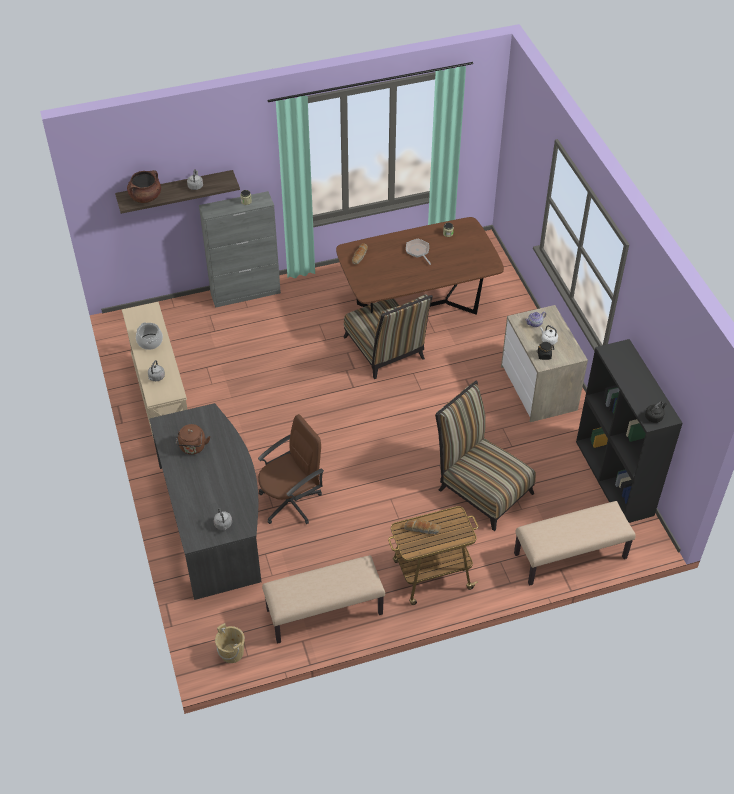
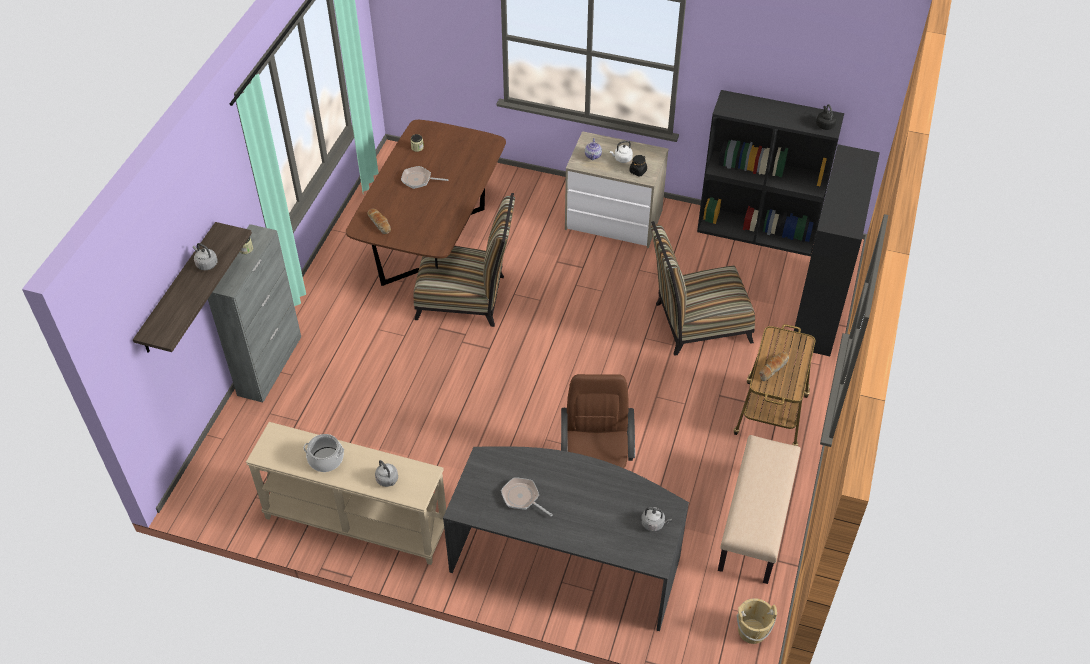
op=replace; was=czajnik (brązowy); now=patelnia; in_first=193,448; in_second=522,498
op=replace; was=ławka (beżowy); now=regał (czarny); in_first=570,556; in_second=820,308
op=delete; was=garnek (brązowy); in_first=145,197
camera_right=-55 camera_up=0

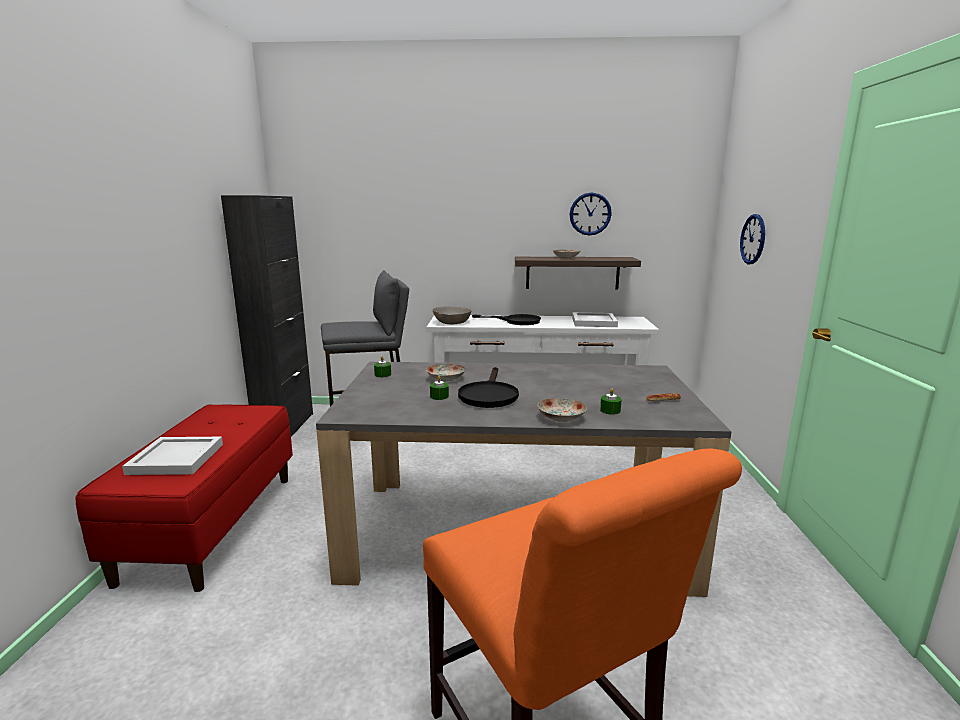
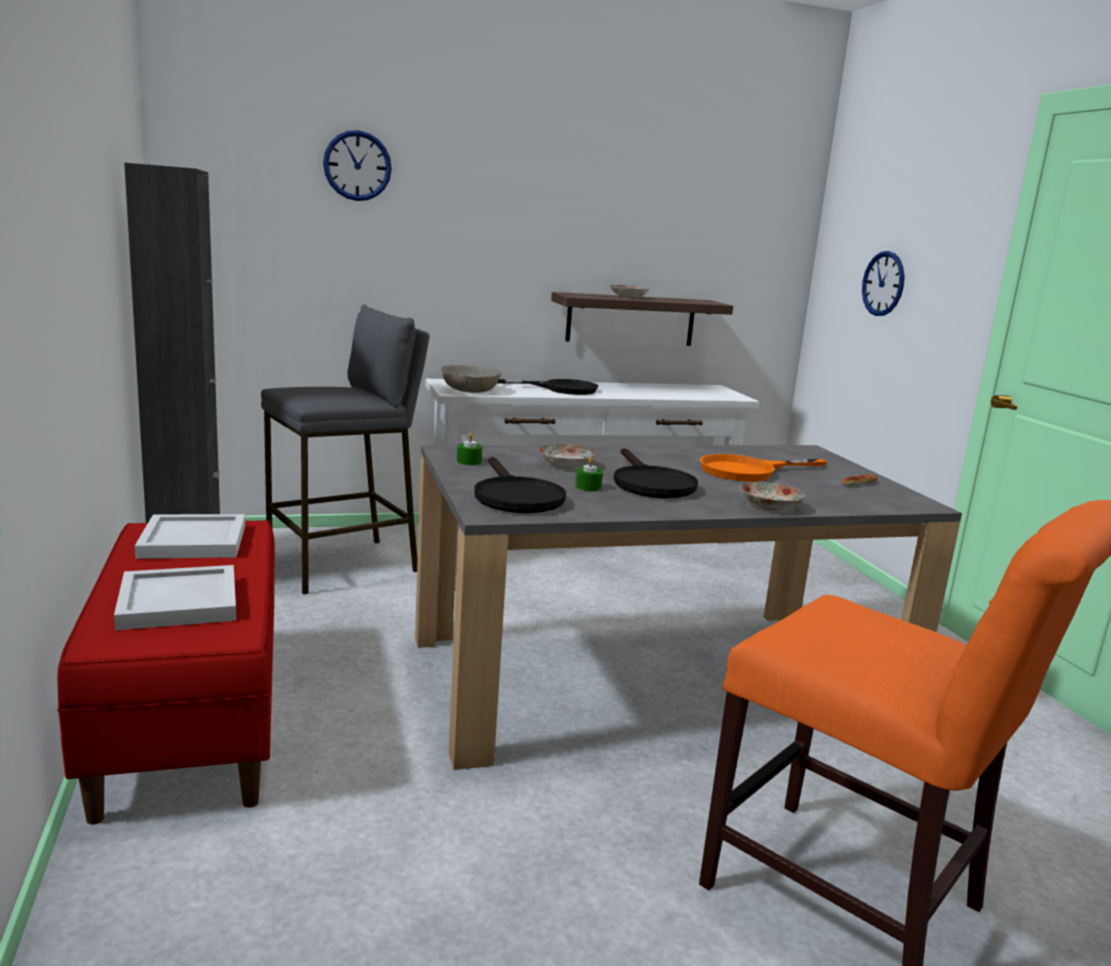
op=move; was=taca (biały); in_first=594,322; in_second=195,540
op=move; was=zegar ścienny; in_first=590,214; in_second=357,166
op=insert; now=patelnia (czarny); in_second=515,496
op=insert; now=patelnia (pomarańczowy); in_second=748,471
op=delete; was=świeca (zielony); in_first=610,410
camera_right=-20 camera_up=0

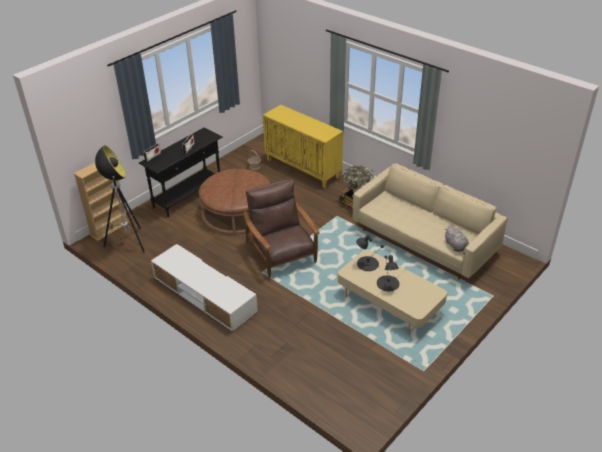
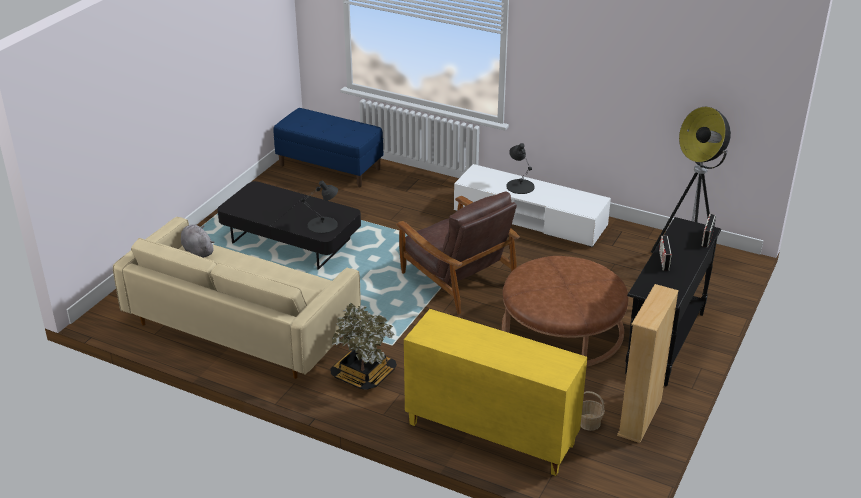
op=recolor; was=ława (beżowy); now=ława (czarny); in_first=389,303; in_second=291,241
op=insert; now=ławka (niebieski); in_second=330,167
op=move; was=lampa stołowa (czarny); in_first=387,283; in_second=520,186
op=move; was=regał (beżowy); in_first=109,229; in_second=640,418
camera_right=165 camera_up=-5

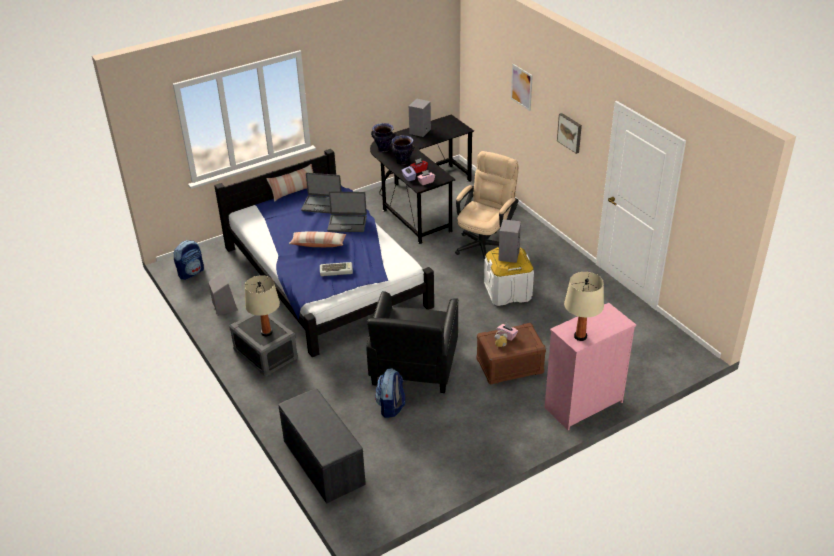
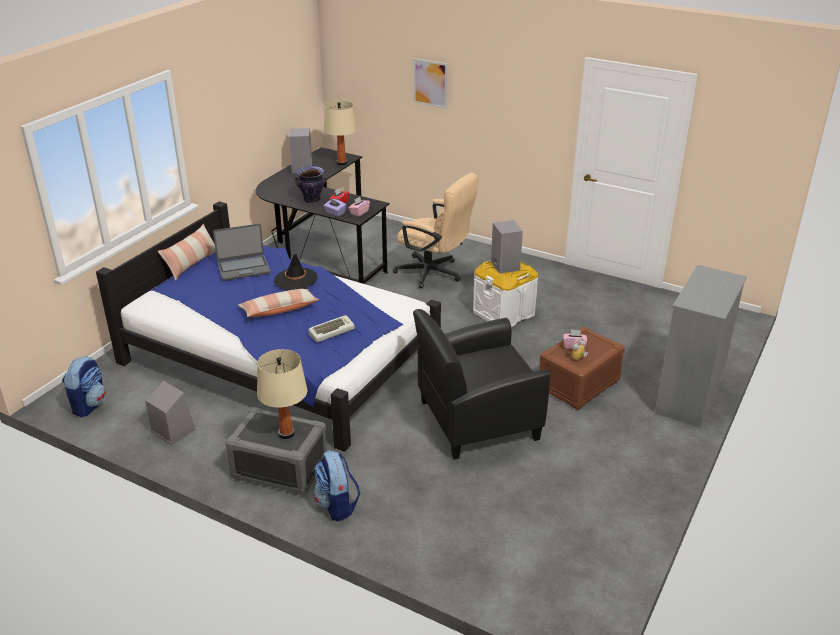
op=replace; was=laptop; now=kapelusz (czarny); in_first=347,223; in_second=295,279
op=move; was=plecak; in_first=391,407; in_second=337,505
op=move; was=lampa stołowa (beżowy); in_first=580,336; in_second=341,163
op=rotate; was=krzesło biurowe (beżowy); in_first=485,243; in_second=434,274; clockwise=120
op=rotate; was=fotel (czarny); in_first=414,366; in_second=476,420; clockwise=90
op=recolor; was=komoda (różowy); now=komoda (szary); in_first=582,405; in_second=688,397
op=delete; was=ławka (szary); in_first=322,462
op=delete; was=wazon; in_first=384,149
op=delete; was=obraz; in_first=570,132
camera_right=-30 camera_up=-5

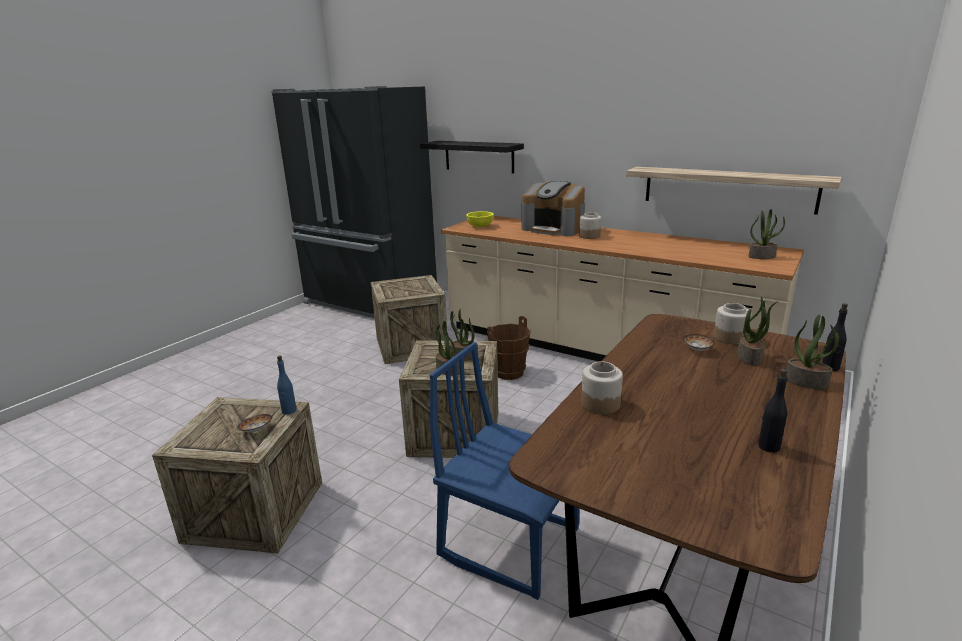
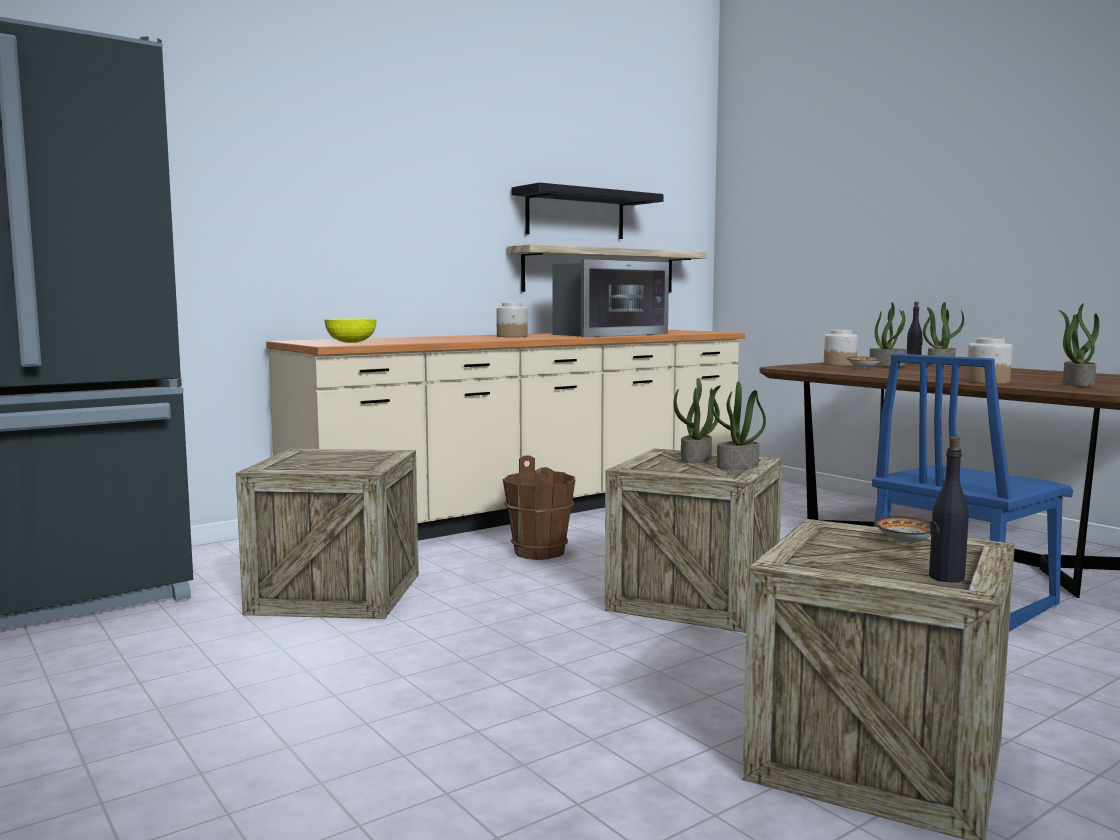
op=move; was=półka (czarny); in_first=479,156; in_second=575,214
op=insert; now=mikrofalówka; in_second=606,334
op=move; was=butelka (czarny); in_first=768,446; in_second=945,577
op=move; was=roślina doniczkowa; in_first=762,256; in_second=1077,384
op=delete; was=butelka (niebieski); in_first=289,411
op=delete; was=ekspres do kawy; in_first=554,229
camera_right=-70 camera_up=-15

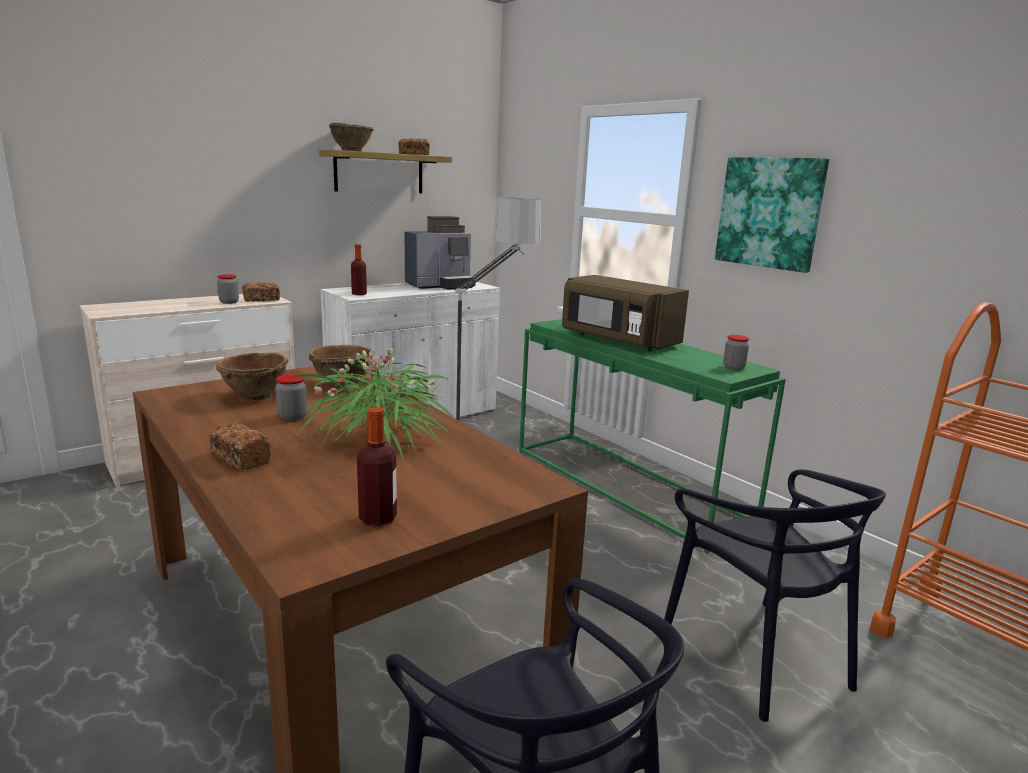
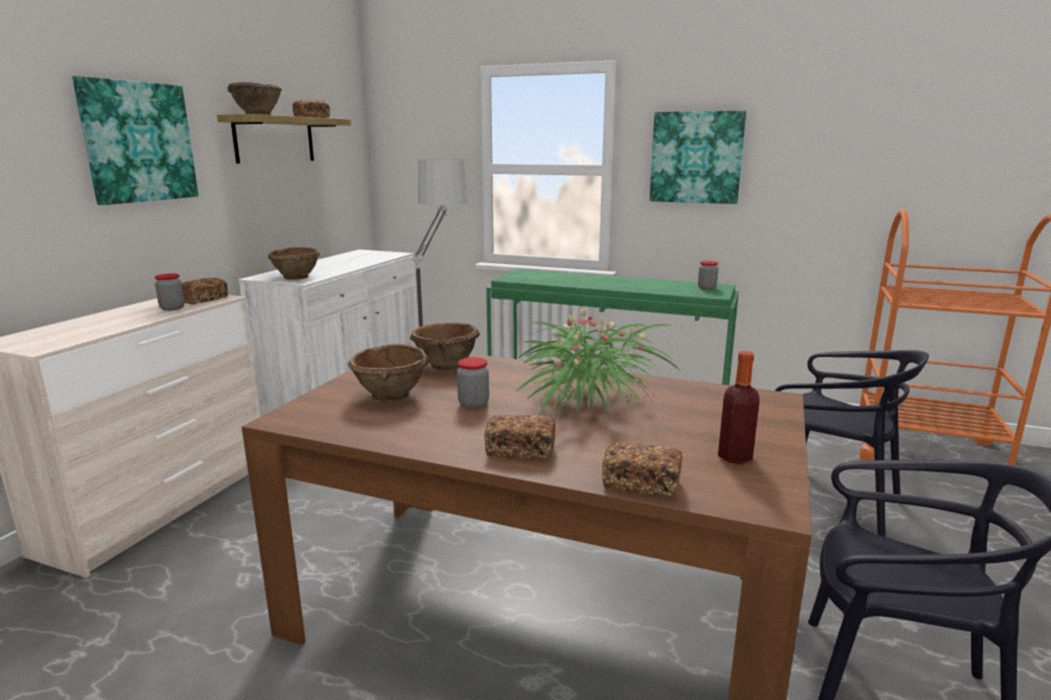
op=insert; now=obraz; in_second=138,142
op=replace; was=butelka; now=miska (brązowy); in_first=359,294; in_second=296,277
op=insert; now=chleb; in_second=641,484
op=delete; was=ekspres do kawy; in_first=441,285
op=delete; was=mikrofalówka (brązowy); in_first=617,340
camera_right=-30 camera_up=0

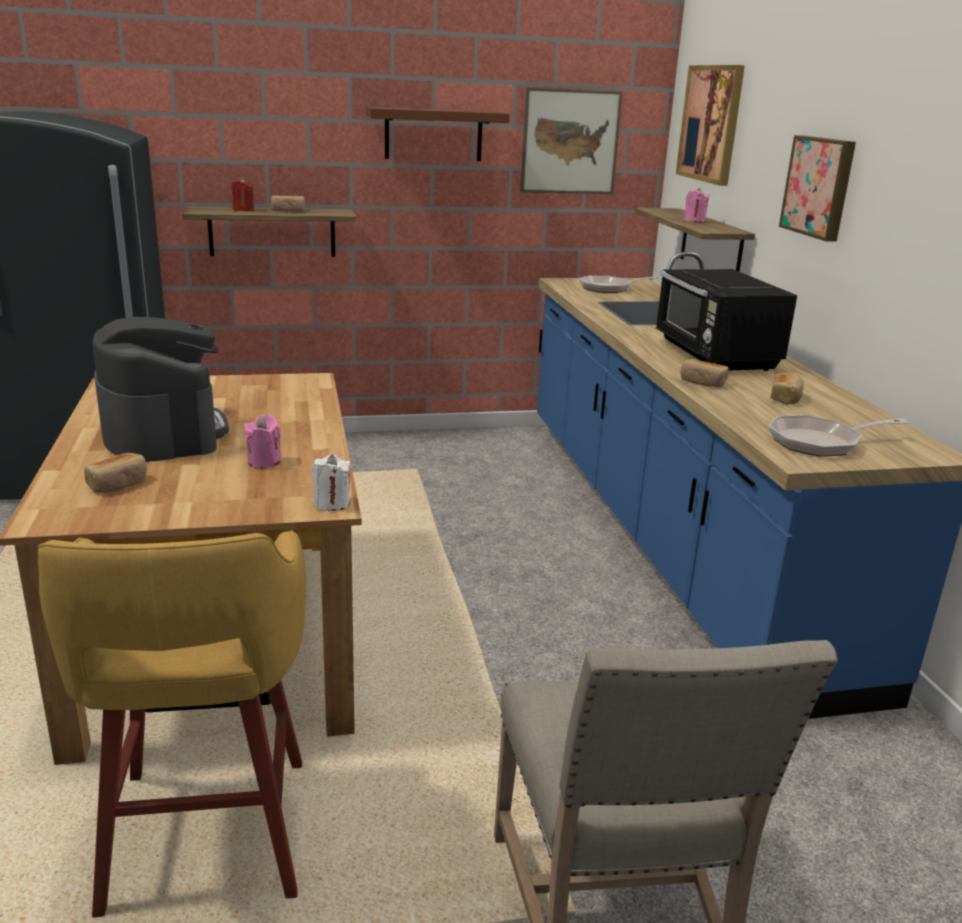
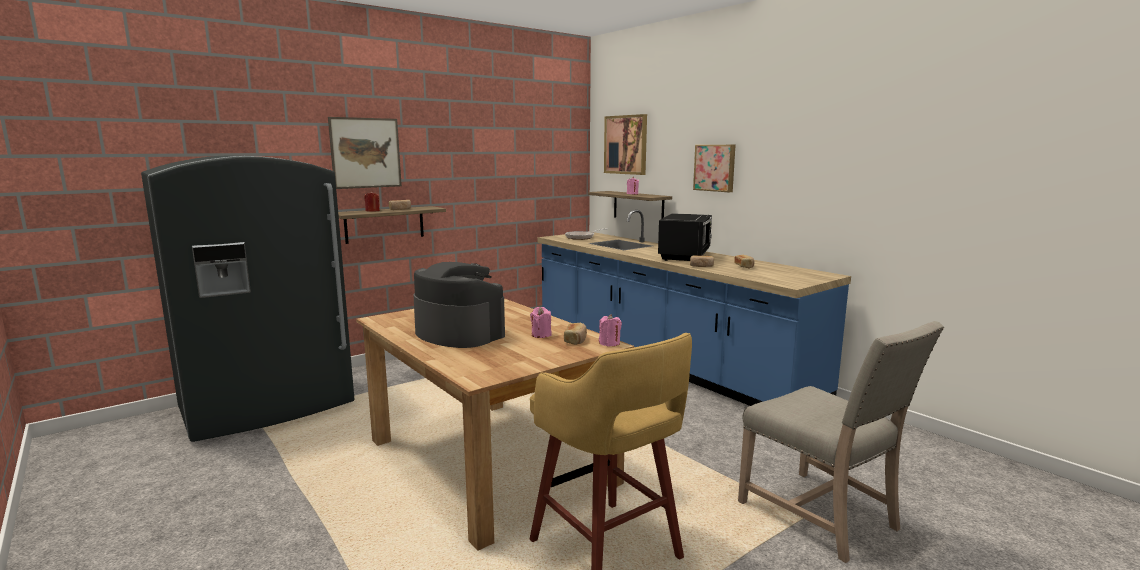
op=move; was=obraz; in_first=570,142; in_second=366,153
op=move; was=chleb; in_first=118,484; in_second=576,340
op=recolor; was=świeca (biały); now=świeca (różowy); in_first=331,503; in_second=609,343
op=rotate; was=mikrofalówka (czarny); in_first=715,356; in_second=685,256; clockwise=-120
op=delete; was=półka (brązowy); in_first=433,134
op=delete; was=patelnia; in_first=820,442
camera_right=-25 camera_up=-10

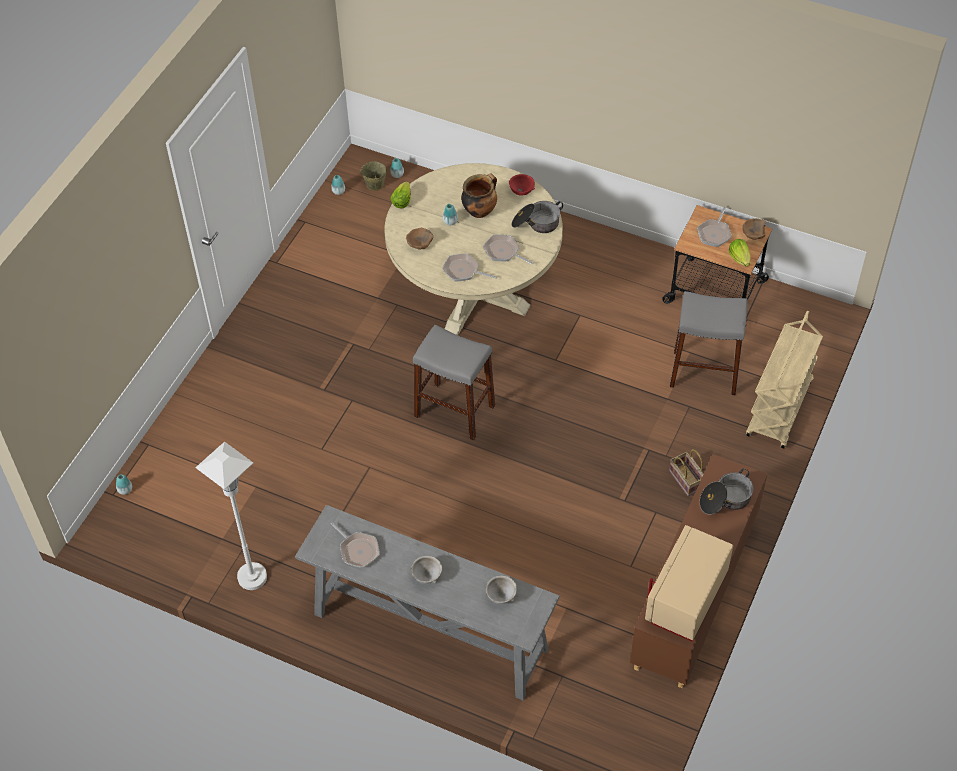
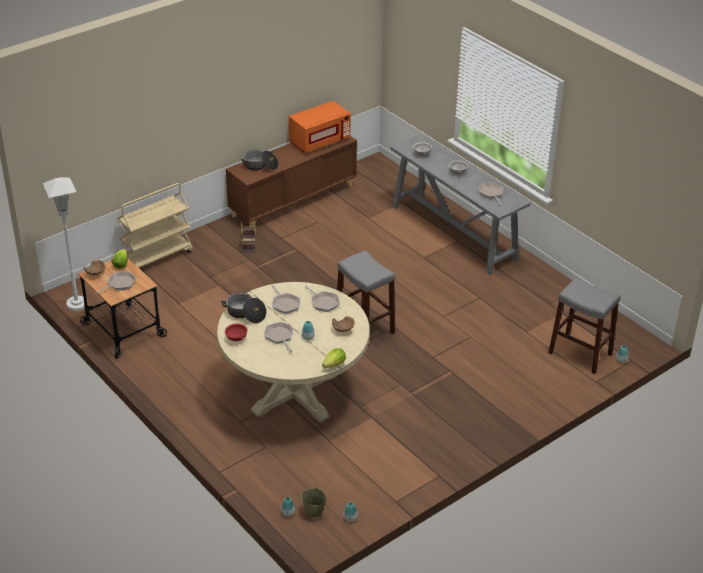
op=move; was=lampa stojąca (biały); in_first=252,577; in_second=77,304
op=replace; was=garnek; now=patelnia; in_first=479,211; in_second=279,337
op=recolor; was=mikrofalówka (beżowy); now=mikrofalówka (pomarańczowy); in_first=687,597; in_second=319,141
op=move; was=stołek (szary); in_first=704,372; in_second=580,353
camera_right=-155 camera_up=-15

